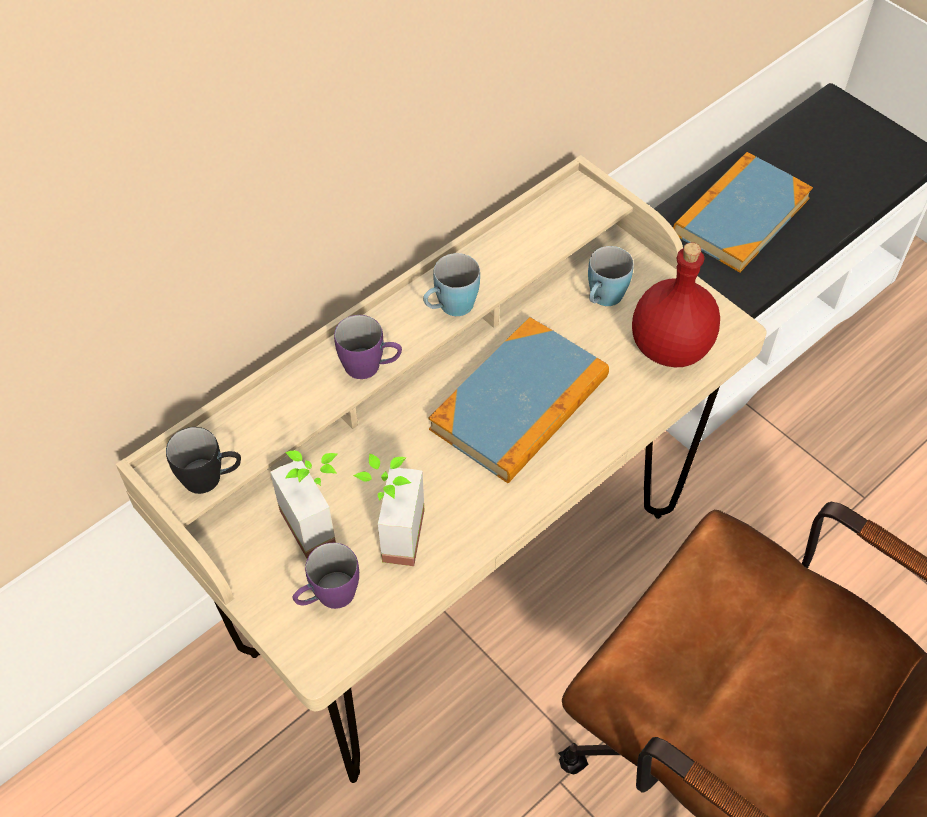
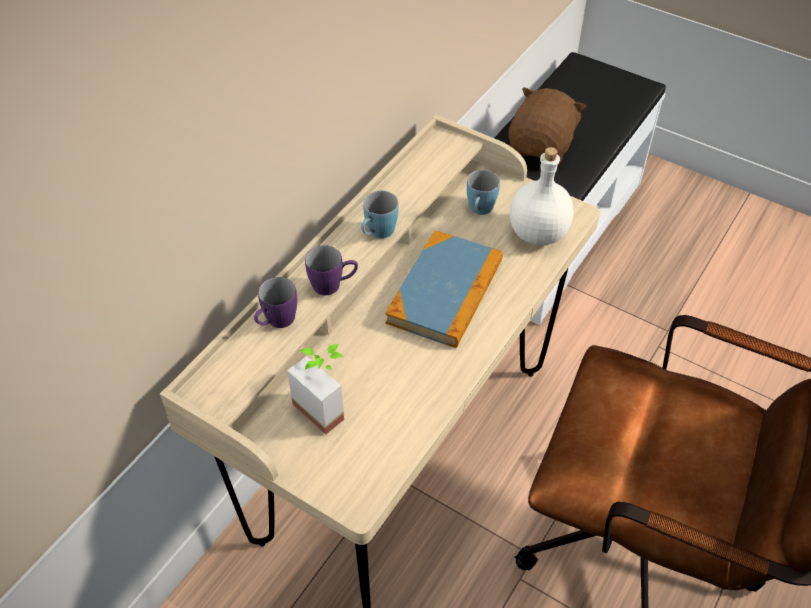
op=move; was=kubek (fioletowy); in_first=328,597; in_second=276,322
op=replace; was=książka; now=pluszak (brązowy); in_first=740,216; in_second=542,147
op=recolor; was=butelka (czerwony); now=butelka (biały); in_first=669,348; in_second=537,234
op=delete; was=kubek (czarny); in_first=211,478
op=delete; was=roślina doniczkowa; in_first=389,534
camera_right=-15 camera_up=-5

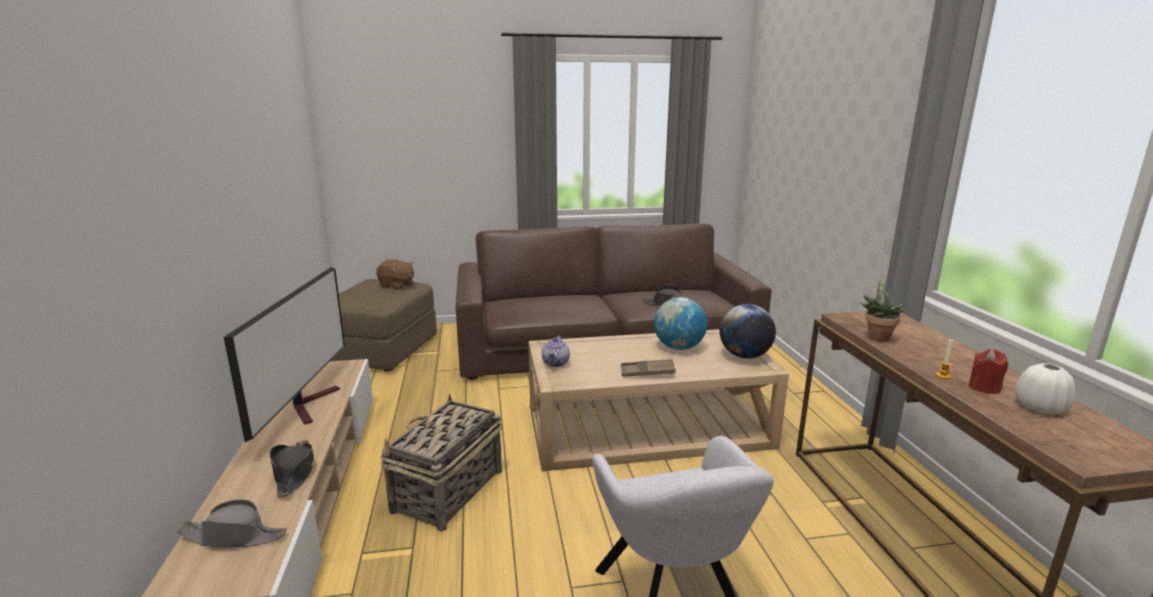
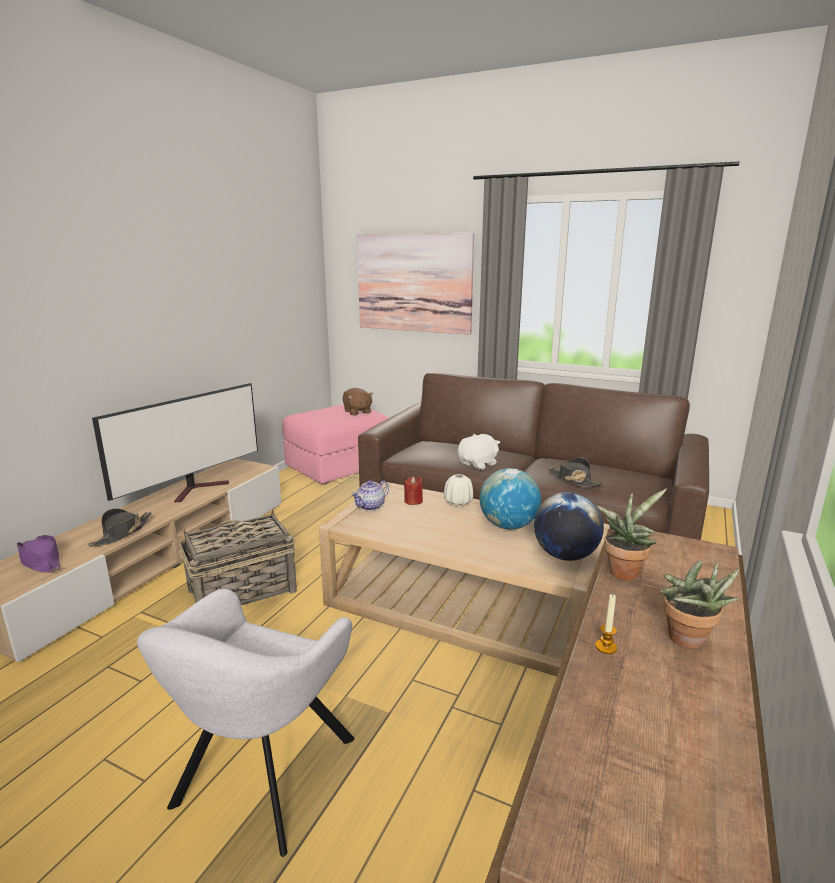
op=recolor; was=kapelusz (szary); now=kapelusz (fioletowy); in_first=234,536; in_second=40,561
op=recolor; was=pufa (brązowy); now=pufa (różowy); in_first=381,350; in_second=338,466
op=insert; now=obraz; in_second=414,283
op=move; was=świeca (czerwony); in_first=984,387; in_second=413,501
op=move; was=wazon (biały); in_first=1040,407; in_second=458,502
op=insert; now=pluszak (biały); in_second=478,464
op=insert; now=roślina doniczkowa; in_second=688,642
op=delete; was=taca (brązowy); in_first=647,372
camera_right=35 camera_up=0

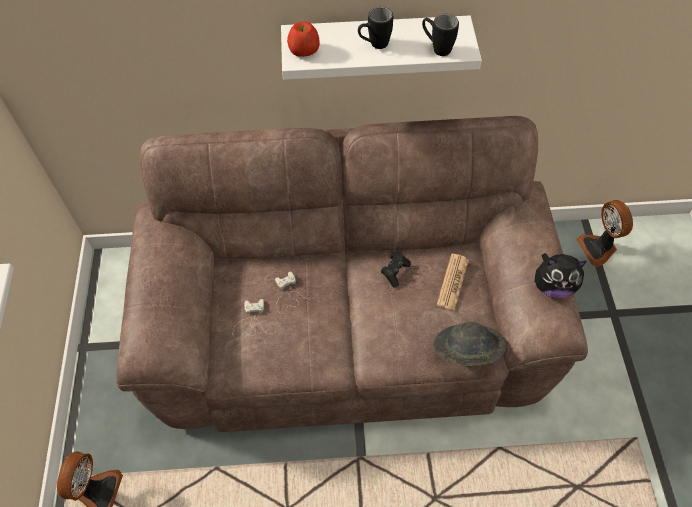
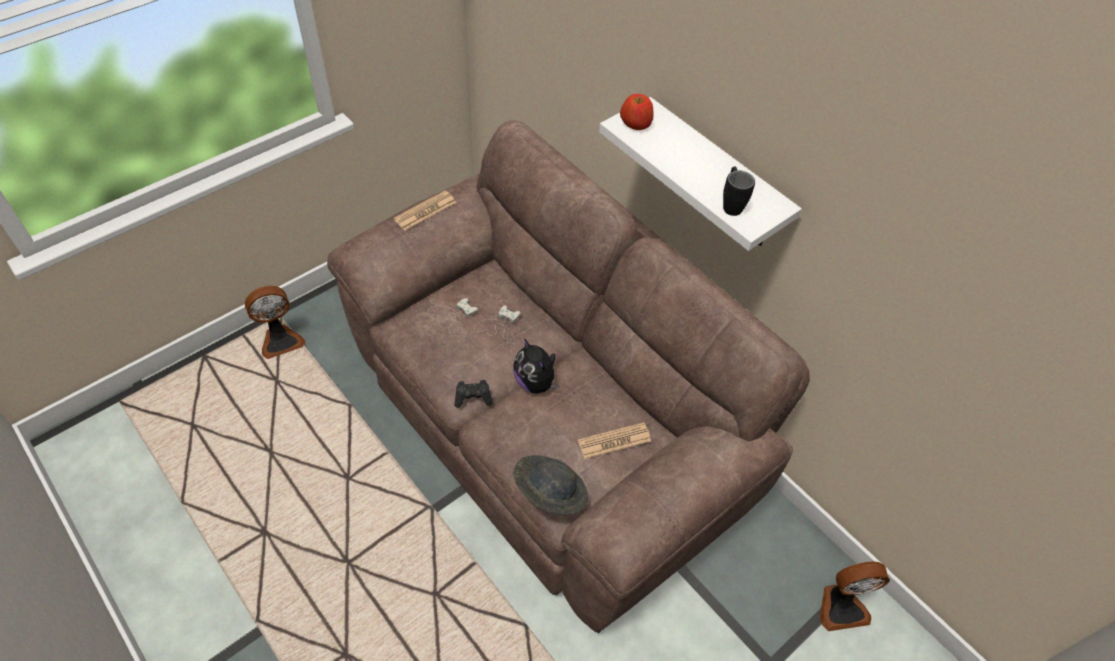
op=insert; now=gazeta; in_second=425,211
op=move; was=pad do gier (czarny); in_first=395,272; in_second=473,398
op=move; was=pluszak; in_first=552,286; in_second=536,382
op=rotate; was=wentylator; in_first=598,248; in_second=841,606; clockwise=-135
op=delete; was=kubek (czarny); in_first=374,45
camera_right=50 camera_up=-5

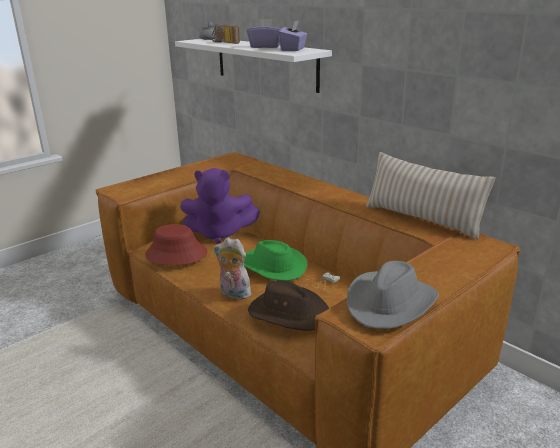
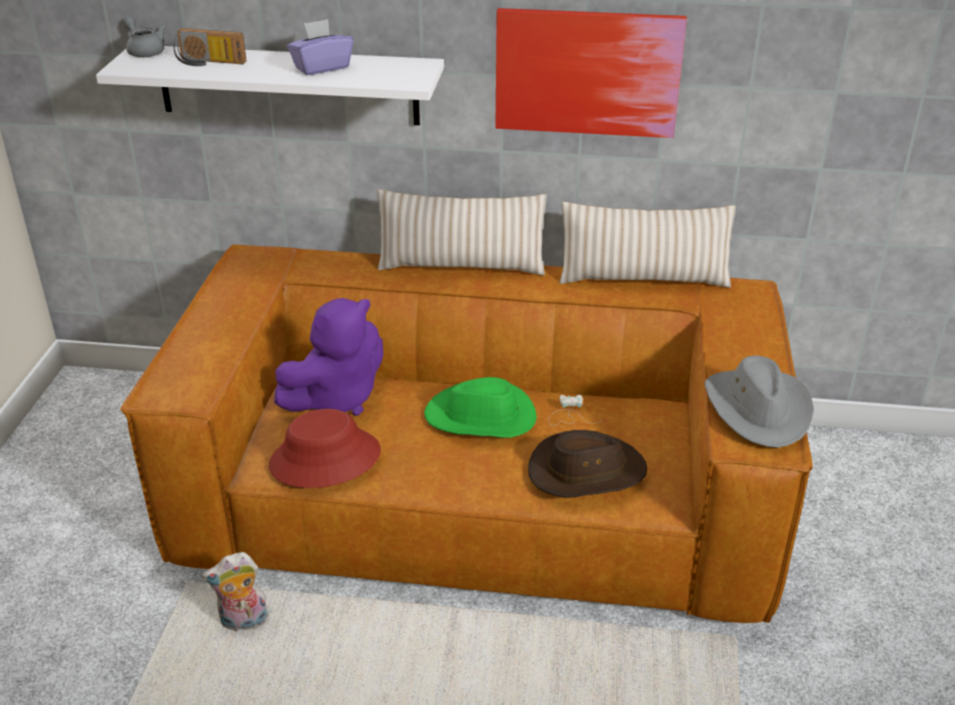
op=move; was=pluszak; in_first=233,294; in_second=243,622
op=insert; now=poduszka (beżowy); in_second=461,266
op=insert; now=obraz; in_second=587,72
op=delete; was=pudełko chusteczek (fioletowy); in_first=293,49
camera_right=-40 camera_up=10

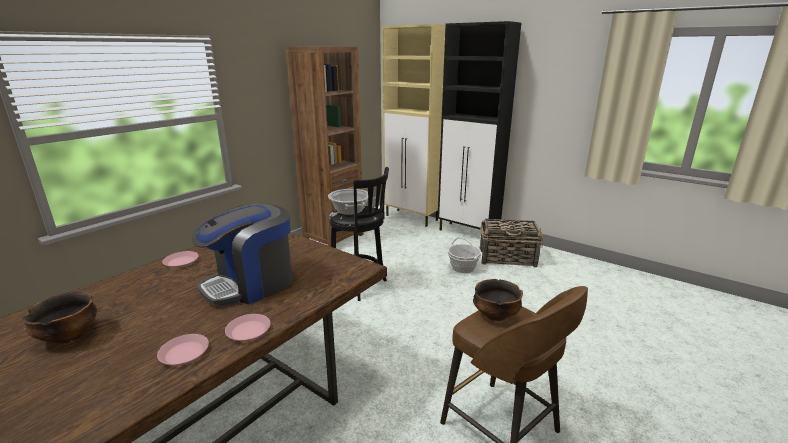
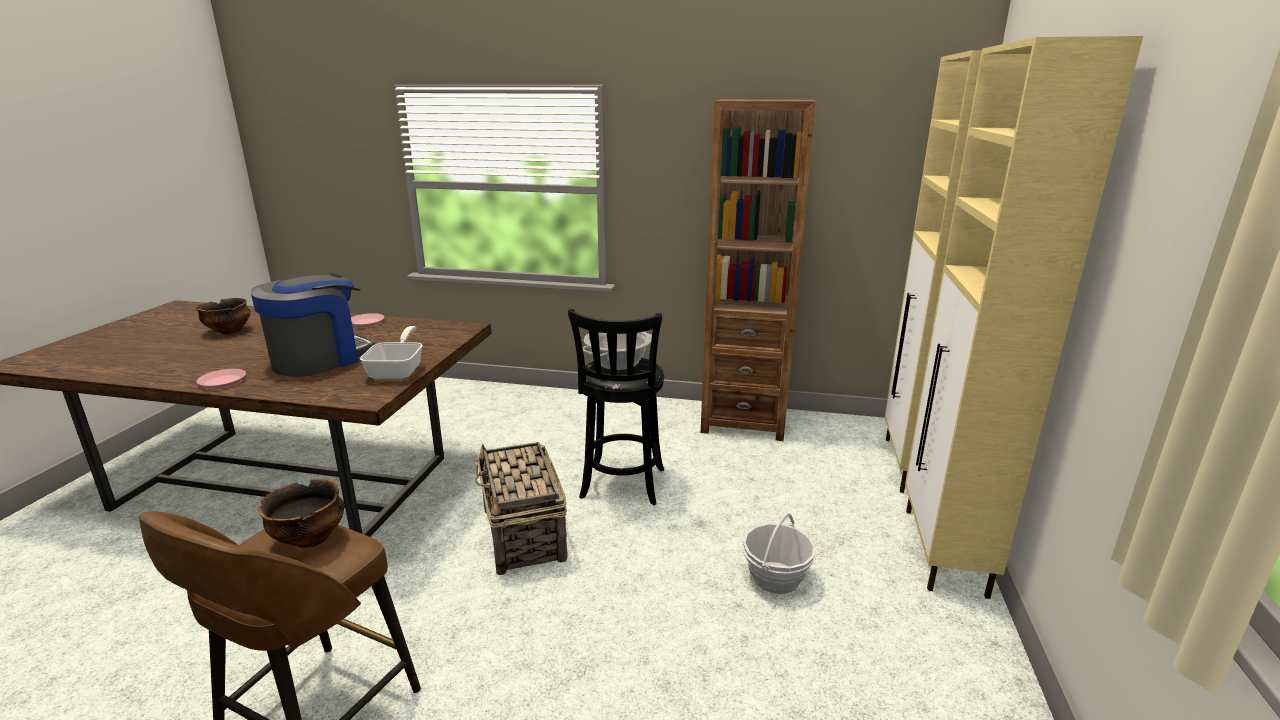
op=rotate; was=ekspres do kawy; in_first=251,284; in_second=320,359; clockwise=105
op=insert; now=patelnia; in_second=399,370
op=move; was=koszyk; in_first=508,258; in_second=523,535
op=recolor; was=szafka (czarny); now=szafka (beżowy); in_first=468,233; in_second=944,552
op=delete; was=talerz (różowy); in_first=184,353
camera_right=65 camera_up=0

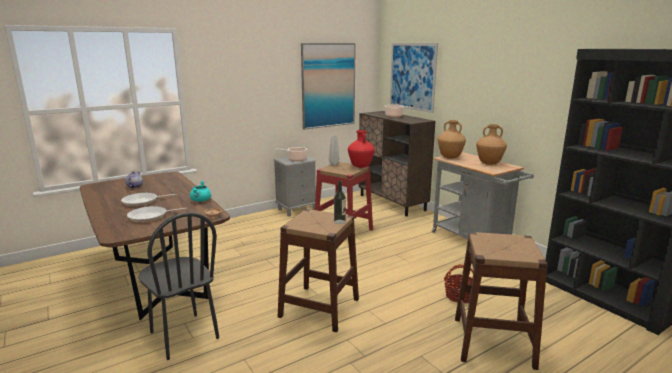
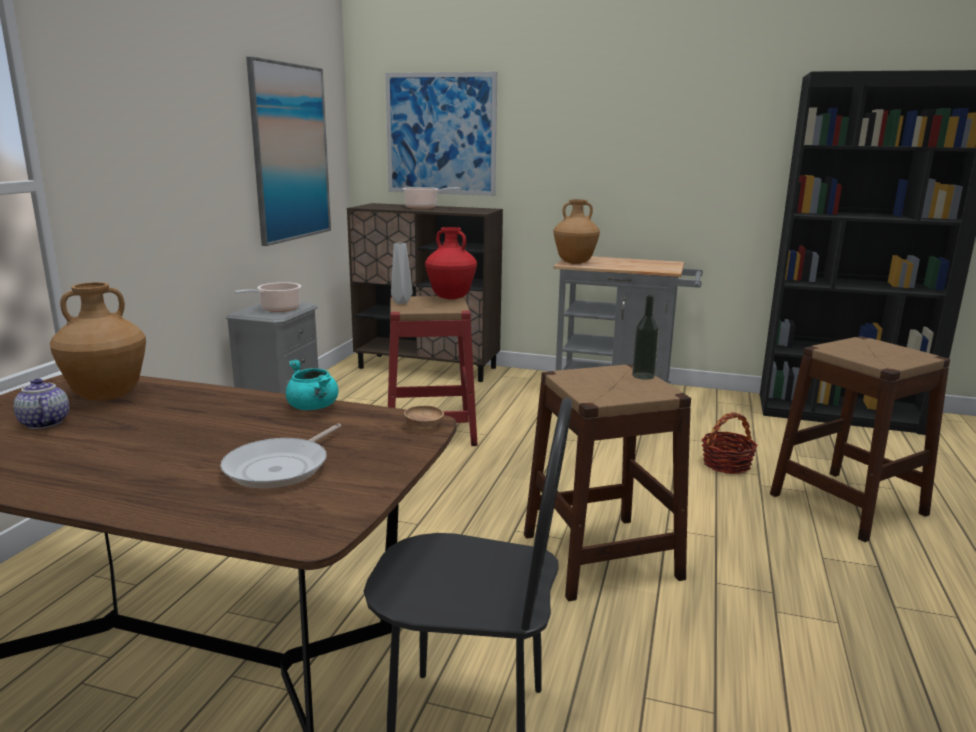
op=move; was=wazon (brązowy); in_first=489,163; in_second=106,397
op=delete; was=patelnia; in_first=142,201
camera_right=-40 camera_up=0

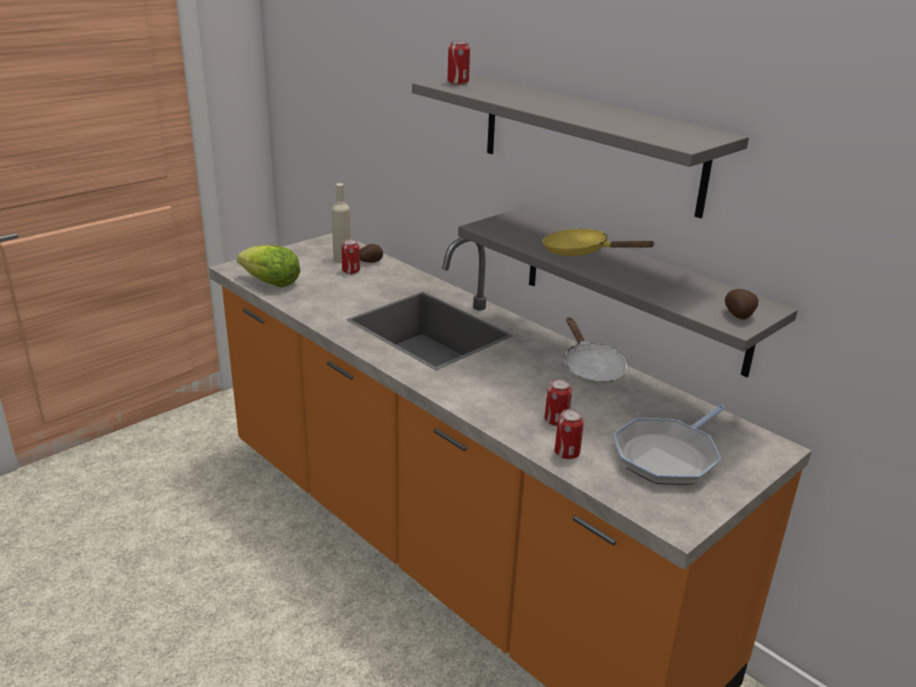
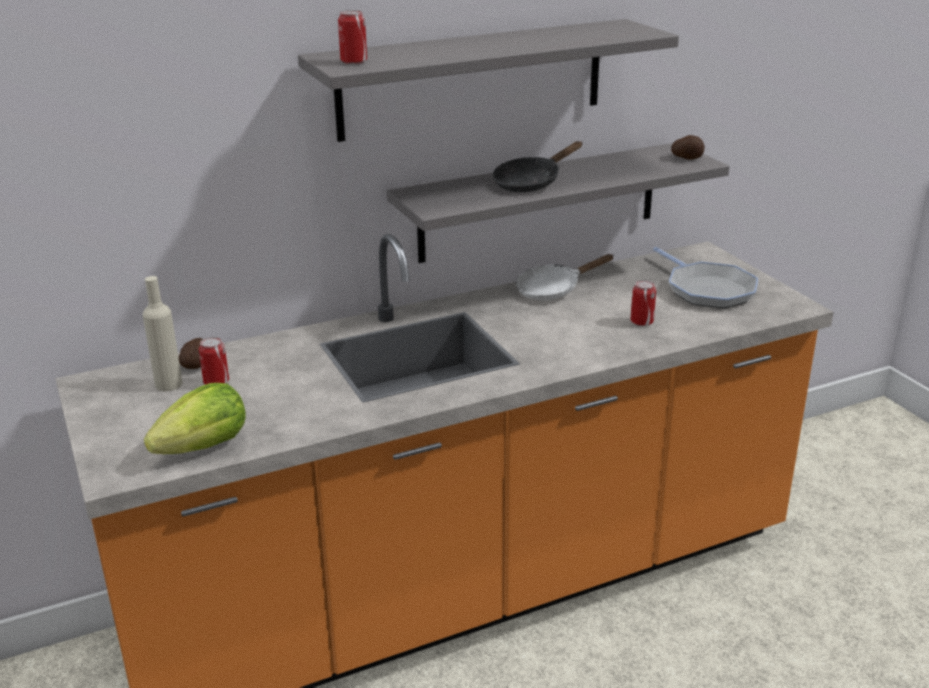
op=recolor; was=patelnia (żółty); now=patelnia (czarny); in_first=581,252; in_second=531,182
op=rotate; was=patelnia (biały); in_first=590,369; in_second=553,289; clockwise=150
op=delete; was=puszka; in_first=567,453
camera_right=-70 camera_up=0

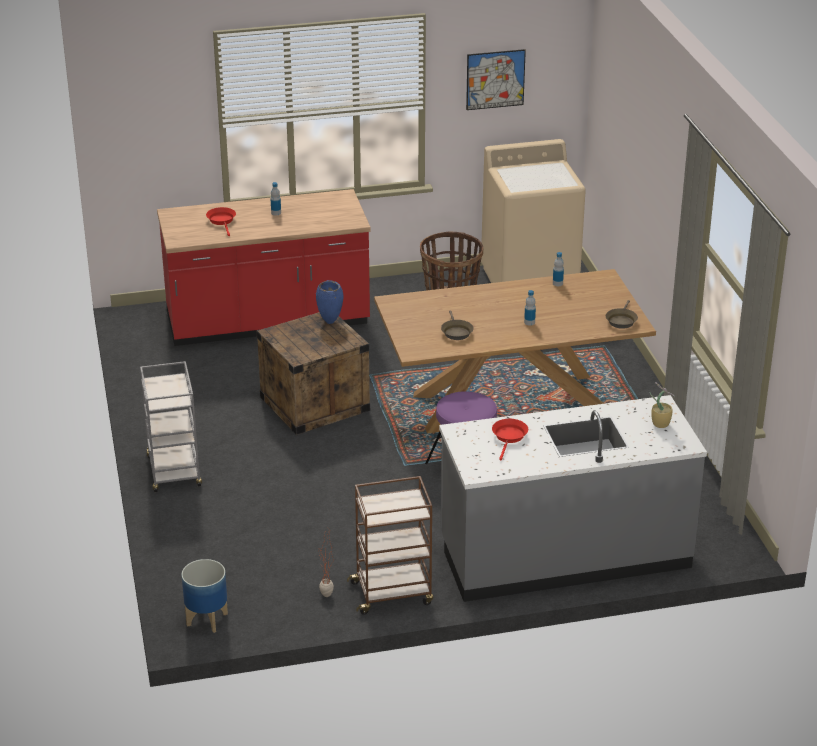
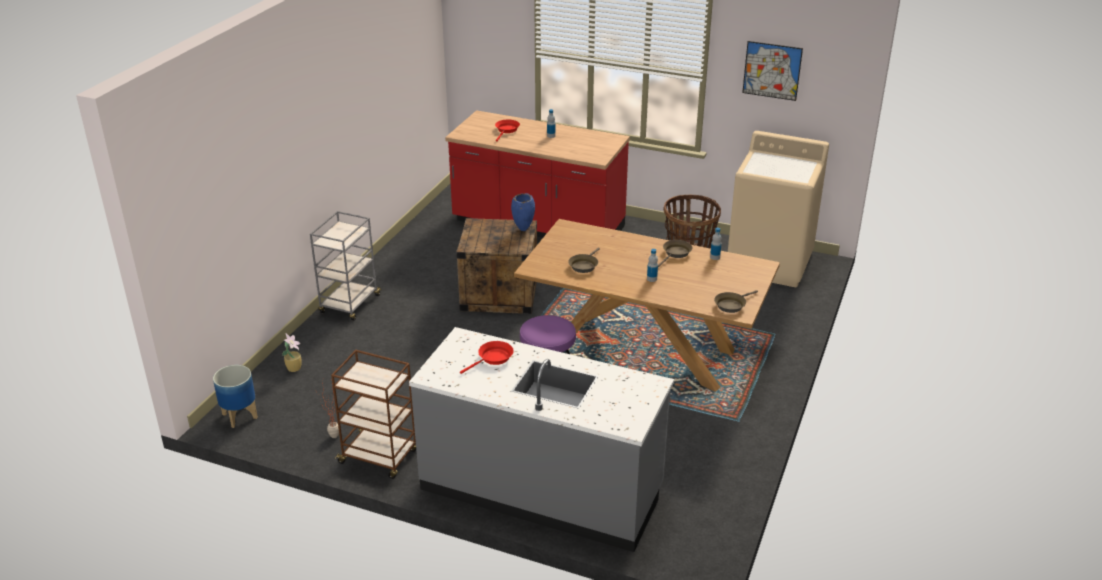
op=move; was=roślina doniczkowa; in_first=660,423; in_second=294,368
op=insert; now=patelnia (brązowy); in_second=675,254
camera_right=35 camera_up=0

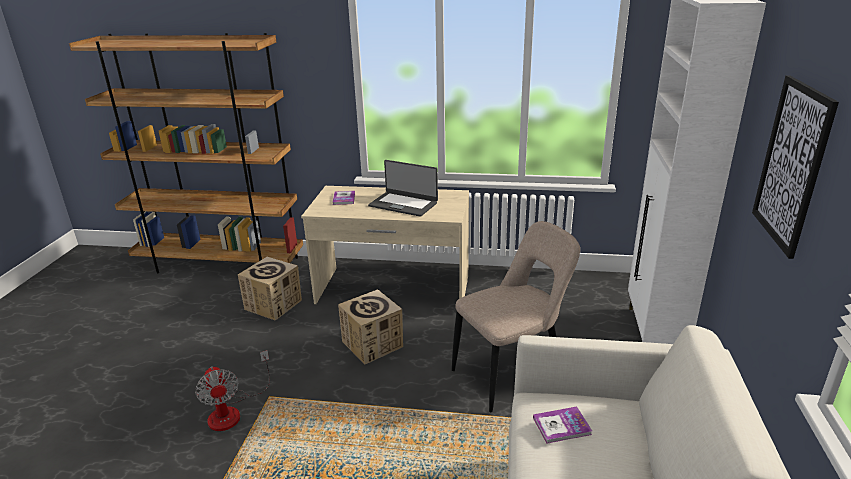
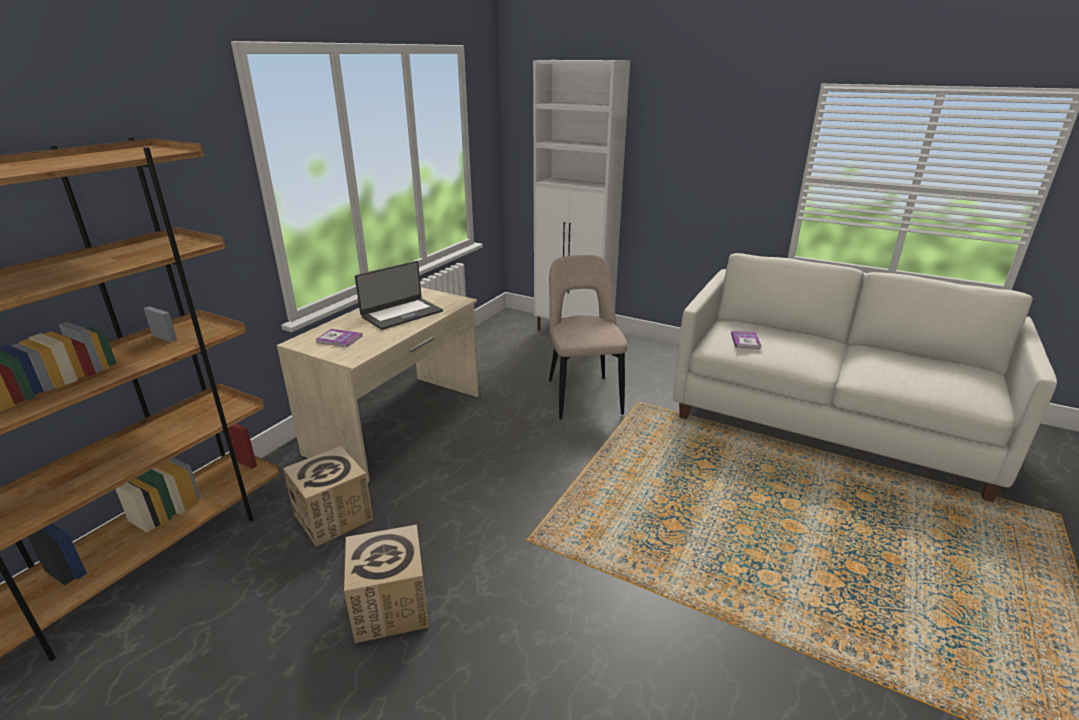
op=move; was=karton; in_first=372,344; in_second=390,606
op=delete; was=wentylator; in_first=232,411
op=delete; was=obraz; in_first=791,165
camera_right=-70 camera_up=0

